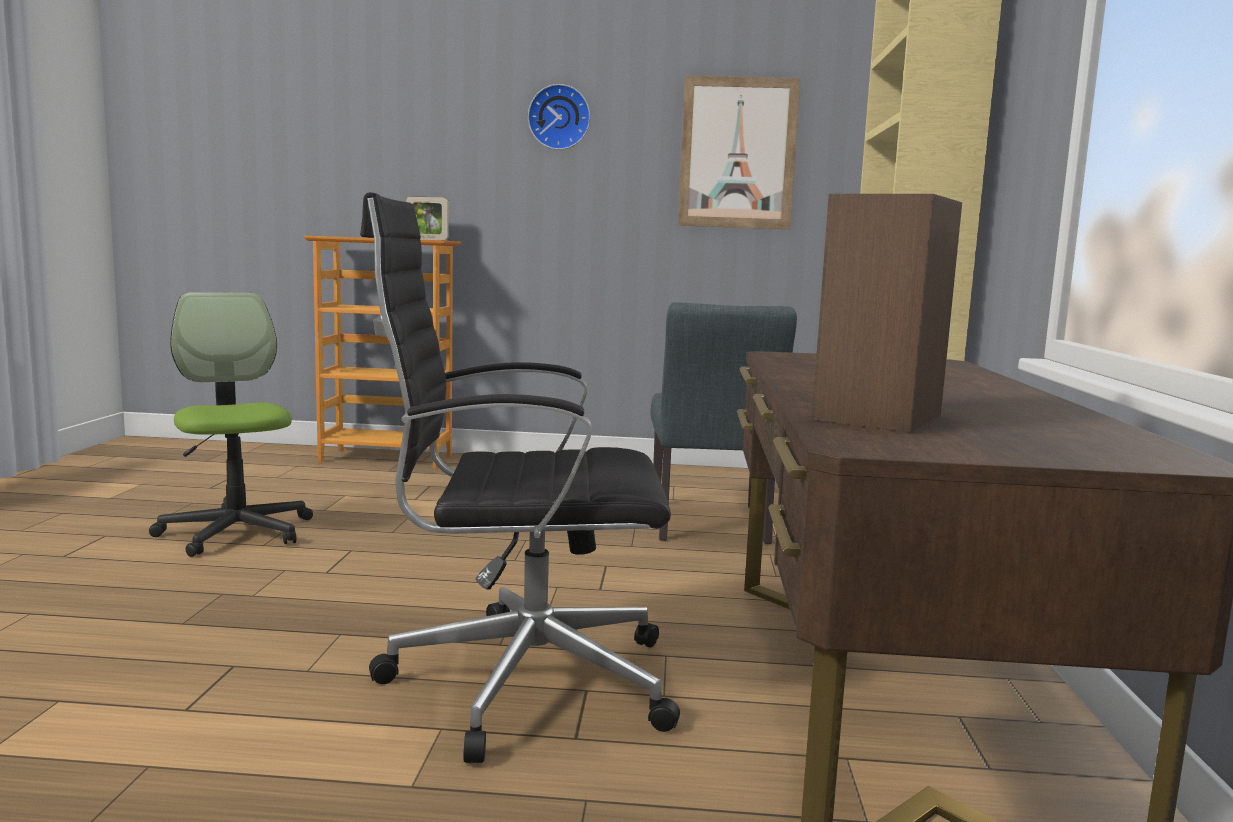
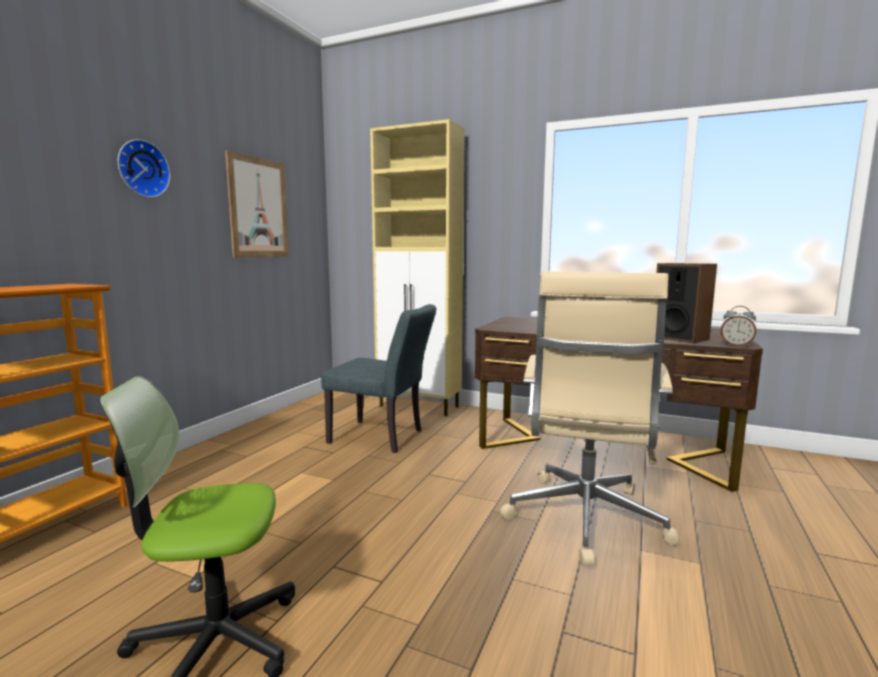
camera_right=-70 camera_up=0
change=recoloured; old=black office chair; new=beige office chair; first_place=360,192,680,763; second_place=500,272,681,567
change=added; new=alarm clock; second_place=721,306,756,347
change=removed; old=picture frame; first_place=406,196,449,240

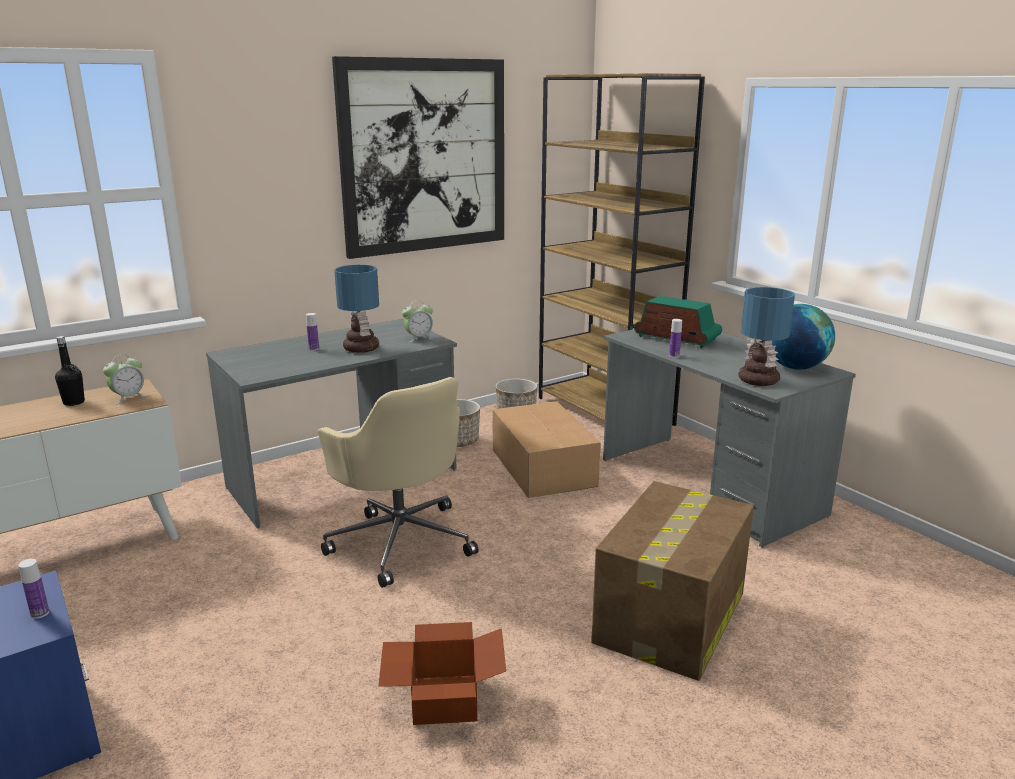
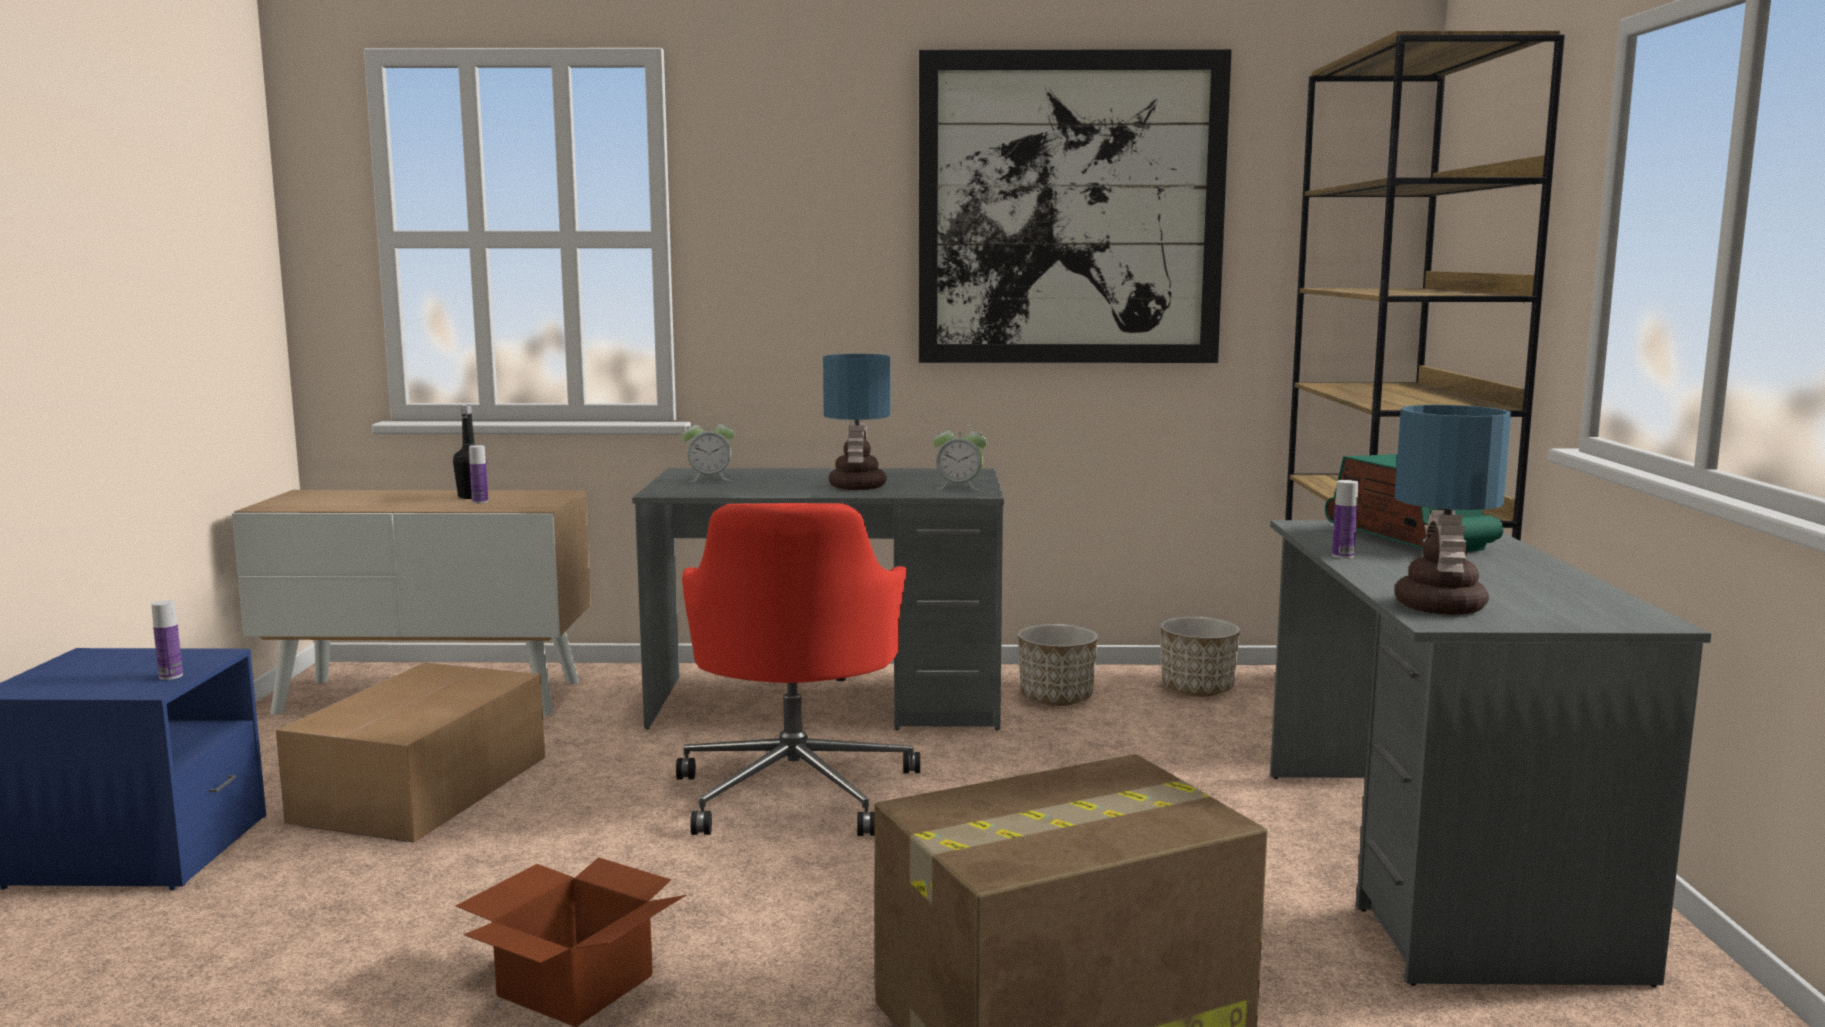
camera_right=35 camera_up=-10
change=moved; old=cardboard box; first_place=493,401,601,498; second_place=276,663,545,843
change=moved; old=bottle; first_place=306,313,319,351; second_place=469,445,488,503
change=recoloured; old=beige office chair; new=red office chair; first_place=318,377,478,588; second_place=676,503,920,836
change=moved; old=alarm clock; first_place=103,354,147,404; second_place=682,416,734,482
change=removed; old=globe; first_place=766,304,835,370

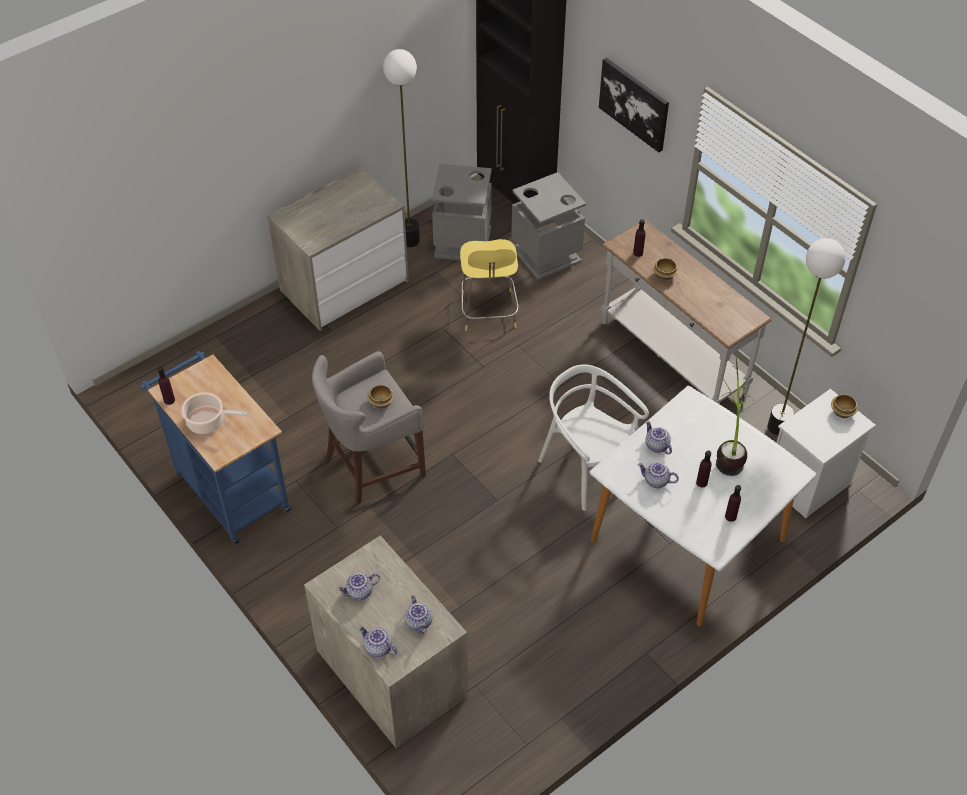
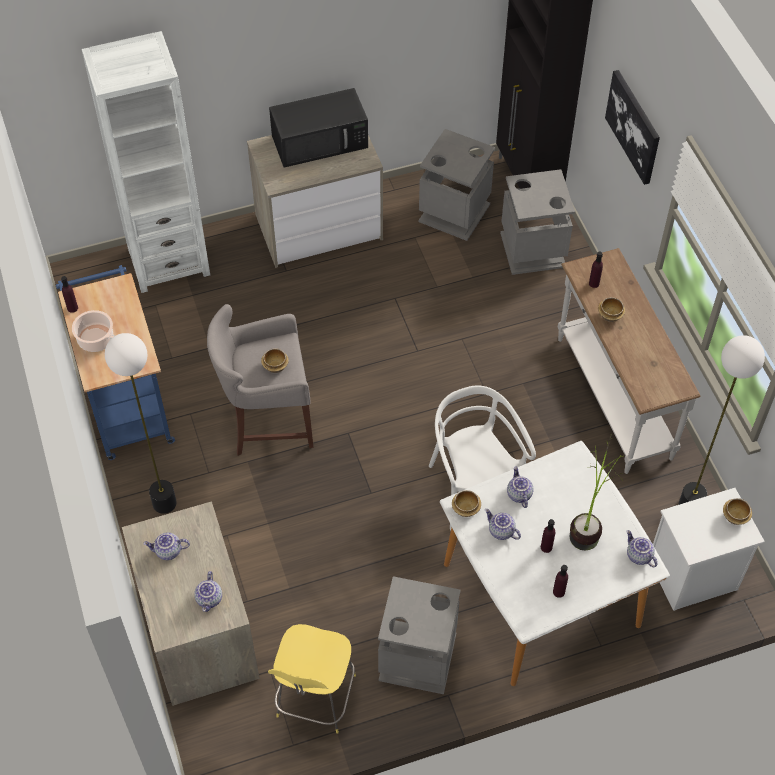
camera_right=20 camera_up=5
change=added; new=white bookcase; second_place=81,31,210,293
change=moved; old=floor lamp; first_place=383,49,420,247; second_place=105,333,177,514
change=moved; old=yellow stool; first_place=460,239,519,331; second_place=268,624,356,734
change=added; new=black microwave; second_place=269,88,368,168
change=added; new=grey trash can; second_place=378,576,460,694
change=added; new=bowl; second_place=452,490,481,517
change=moved; old=teapot; first_place=358,625,397,657; second_place=626,530,657,567

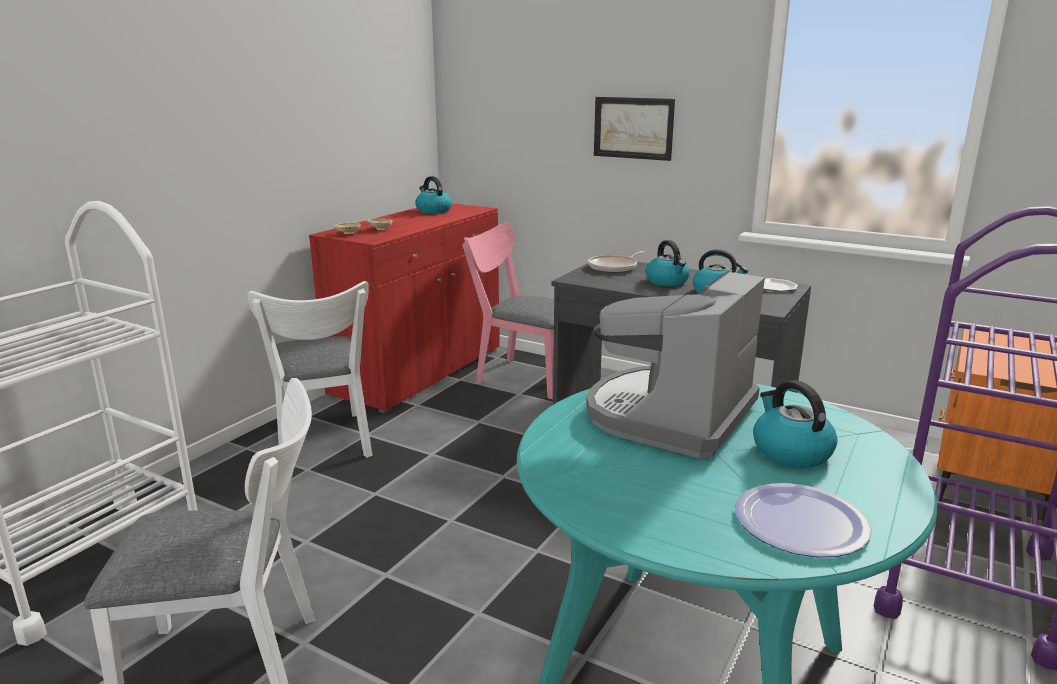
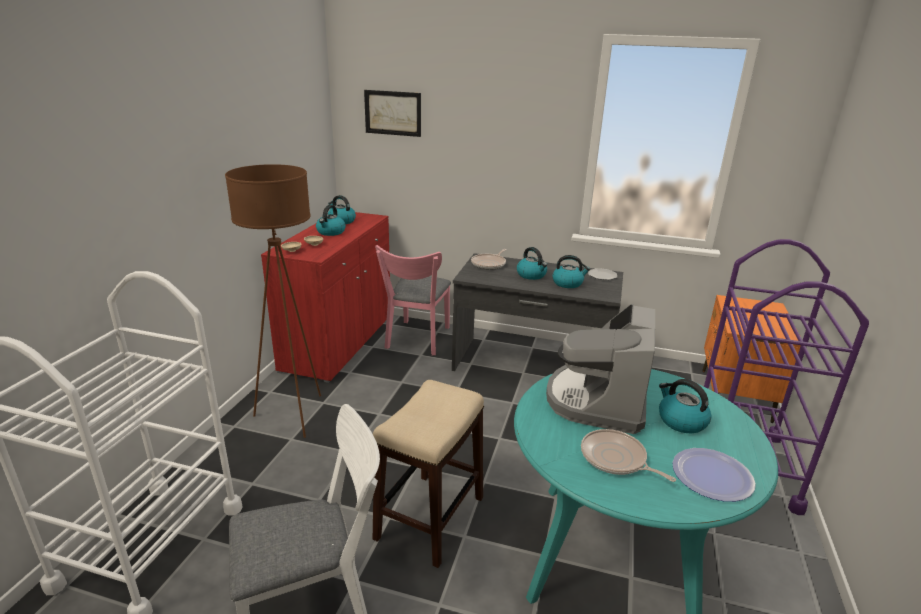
camera_right=-15 camera_up=5
change=replaced; old=white chair; new=brown floor lamp; first_place=247,281,373,458; second_place=225,164,321,438
change=added; new=kettle; second_place=316,205,346,236
change=moved; old=picture; first_place=594,97,675,161; second_place=364,90,421,137
change=added; new=stool; second_place=373,380,484,568
change=turned; old=pink chair; first_place=462,222,554,399; second_place=375,245,451,355; degrees=-90
change=added; new=frying pan; second_place=581,429,676,482

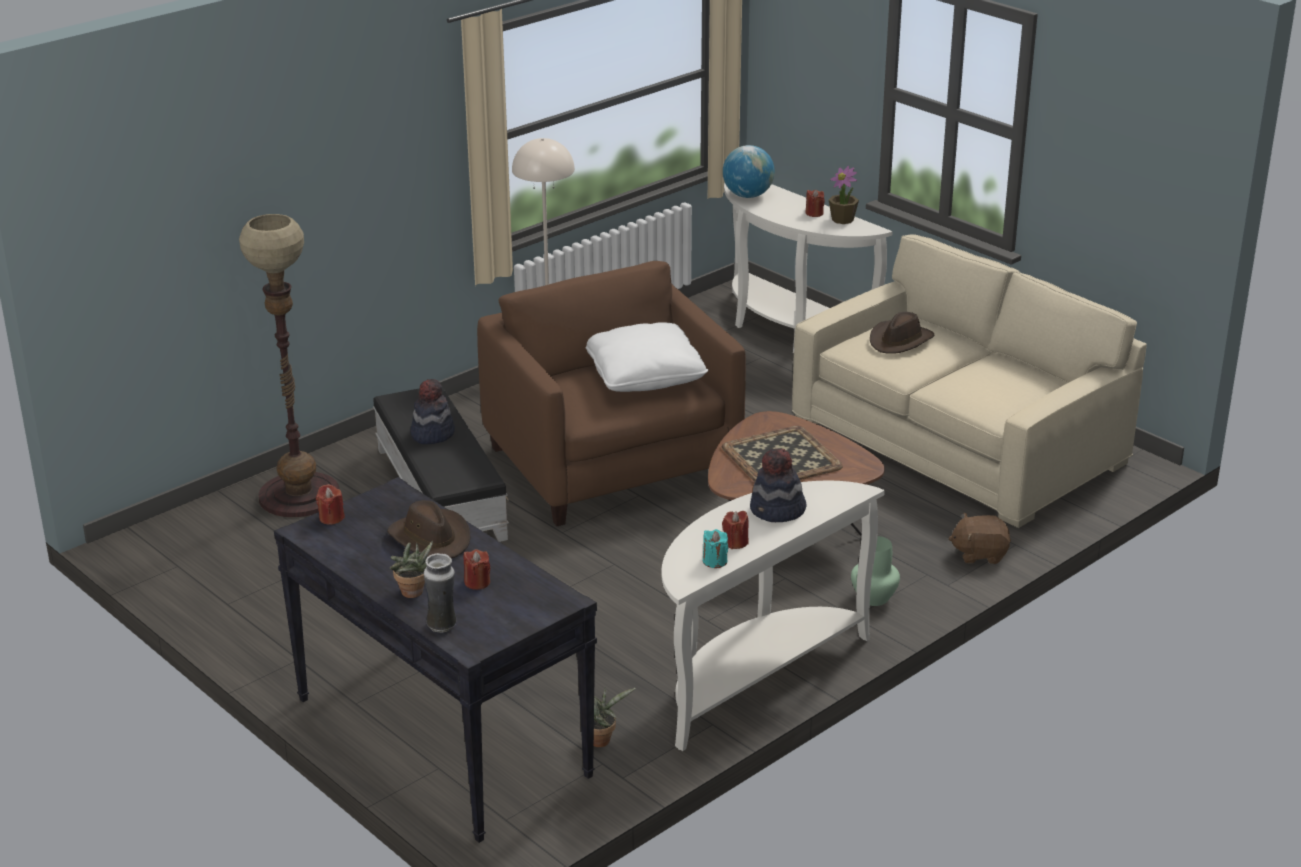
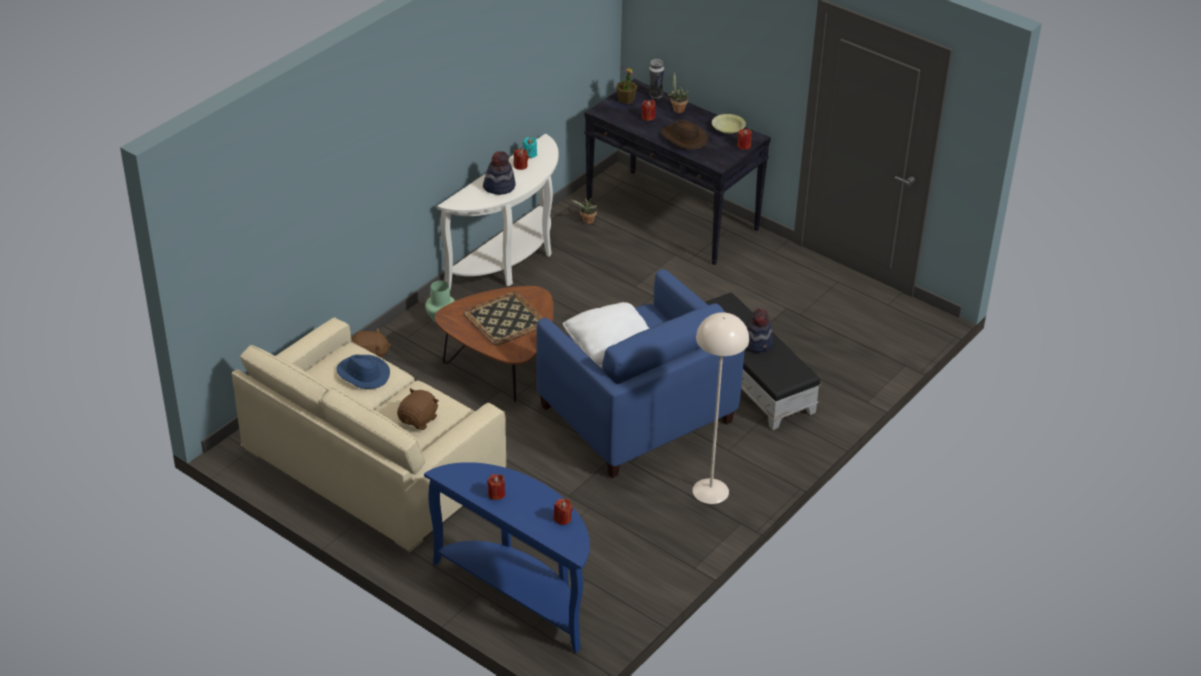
camera_right=170 camera_up=10
change=added; new=blue hat; second_place=336,355,390,389
change=replaced; old=brown hat; new=brown plush toy; first_place=870,312,935,354; second_place=397,388,439,430
change=recoloured; old=white console table; new=blue console table; first_place=724,182,893,353; second_place=424,462,590,653
change=recoloured; old=brown armchair; new=blue armchair; first_place=477,261,746,526; second_place=536,269,744,478
change=replaced; old=globe; new=red candle; first_place=723,145,775,198; second_place=554,499,573,525
change=moved; old=potted plant; first_place=829,166,859,224; second_place=616,68,638,104
change=added; new=yellow bowl; second_place=712,114,746,134
change=removed; old=floor lamp; first_place=239,214,340,517

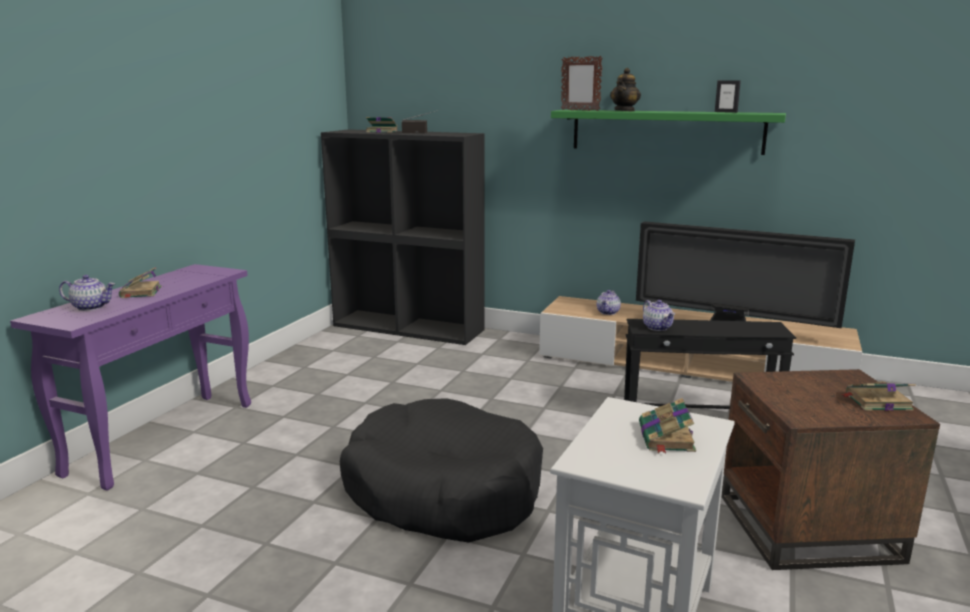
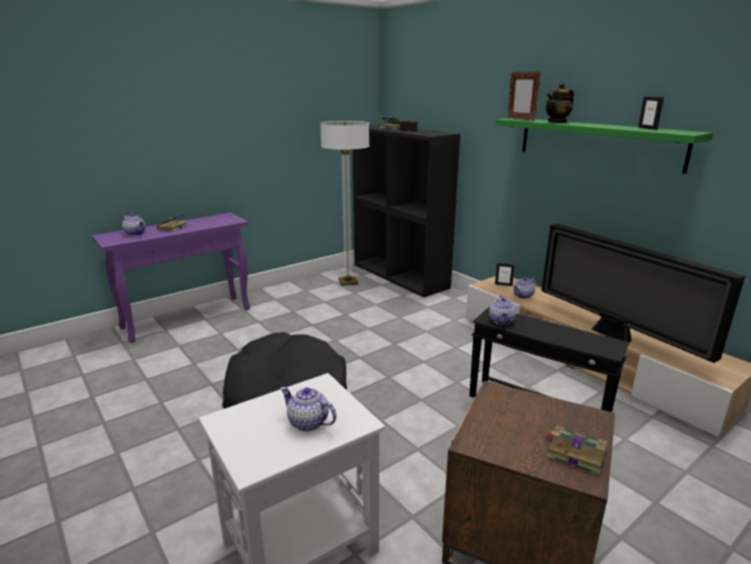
camera_right=30 camera_up=5
change=replaced; old=book; new=teapot; first_place=639,398,696,453; second_place=280,387,337,431
change=added; new=floor lamp; second_place=320,121,369,286
change=added; new=picture frame; second_place=495,263,515,286

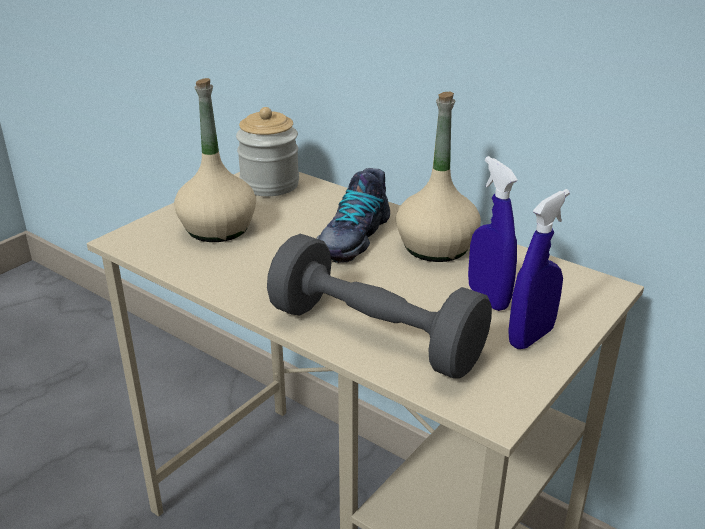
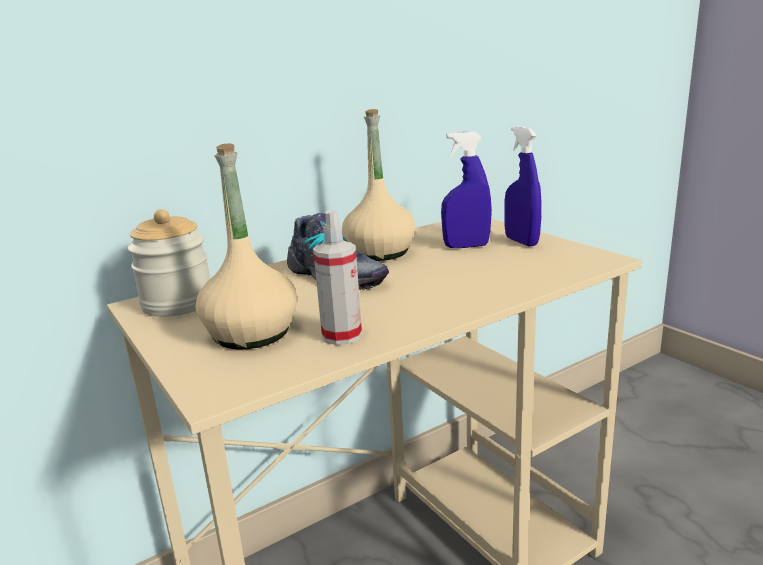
camera_right=-70 camera_up=-10
change=added; new=spray bottle; second_place=313,210,362,345
change=removed; old=grey dumbbell; first_place=267,234,492,379

